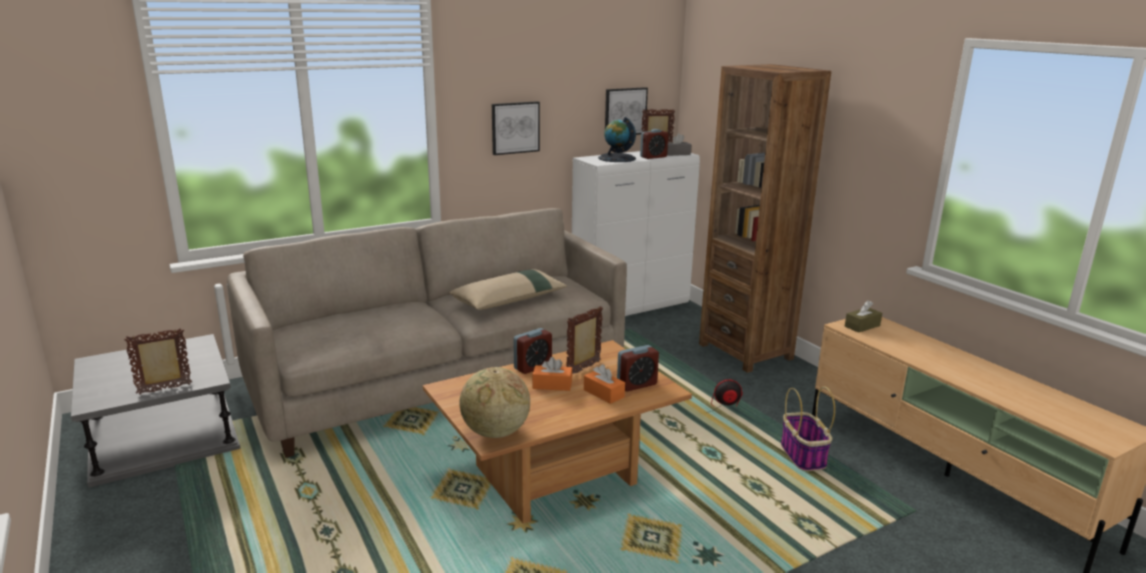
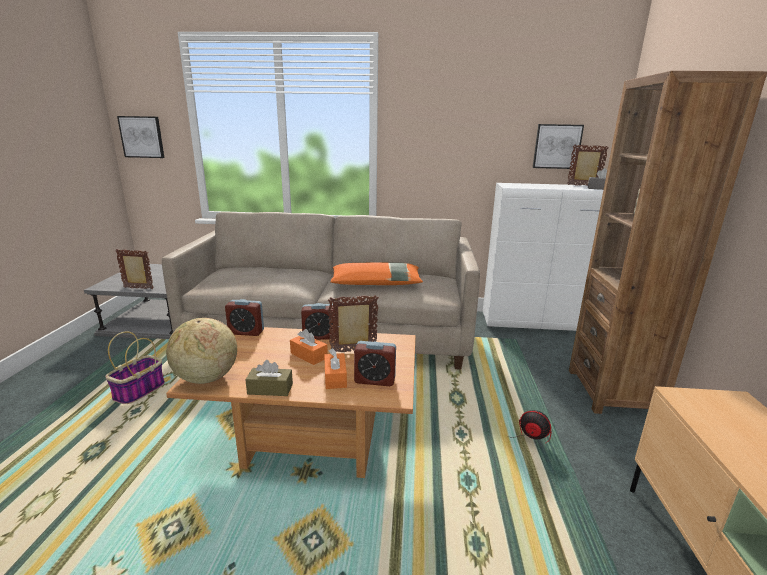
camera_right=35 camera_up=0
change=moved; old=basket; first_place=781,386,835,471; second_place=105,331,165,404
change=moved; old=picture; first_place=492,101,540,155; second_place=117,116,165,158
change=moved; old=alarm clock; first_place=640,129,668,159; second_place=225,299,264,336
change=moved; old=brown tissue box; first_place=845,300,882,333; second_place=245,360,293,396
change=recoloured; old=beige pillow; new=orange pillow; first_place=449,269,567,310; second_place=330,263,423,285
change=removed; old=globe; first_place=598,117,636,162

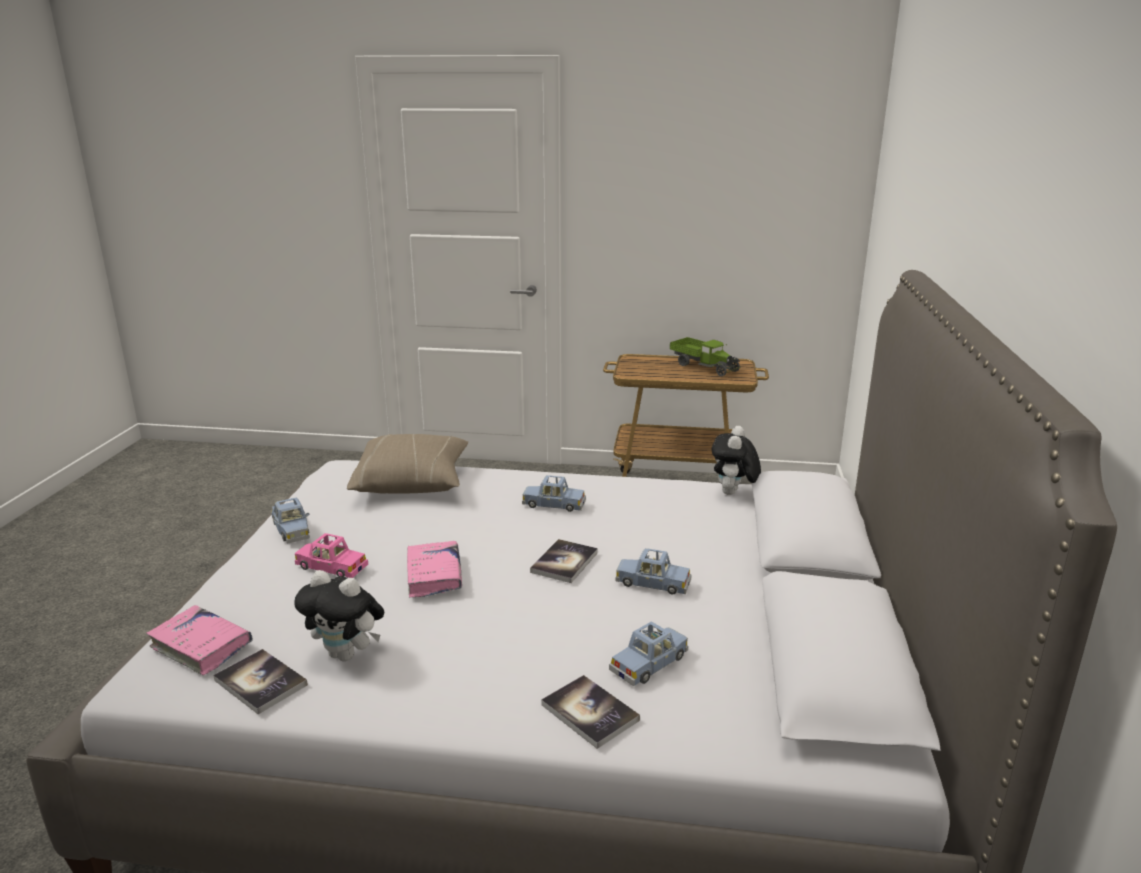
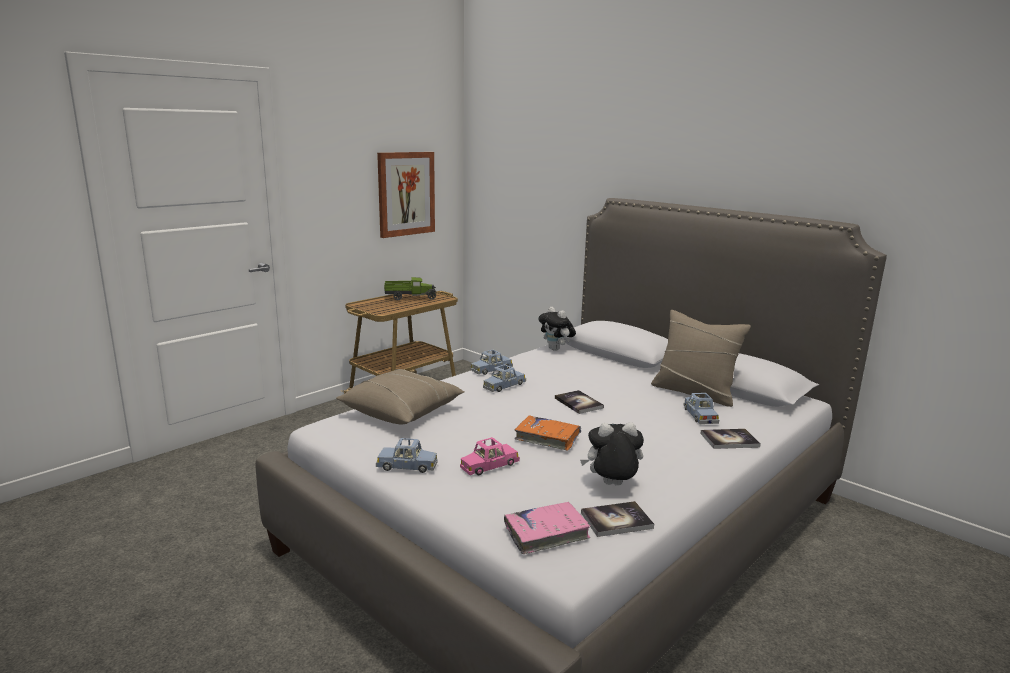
camera_right=-55 camera_up=-5
change=added; new=picture; second_place=377,152,435,238
change=moved; old=blue toy car; first_place=615,548,692,594; second_place=471,350,513,375
change=recoloured; old=pink book; new=orange book; first_place=407,541,462,597; second_place=514,415,581,450
change=turned; old=plush toy; first_place=294,570,384,661; second_place=580,422,644,486; degrees=-150
change=added; new=beige pillow; second_place=651,310,751,407

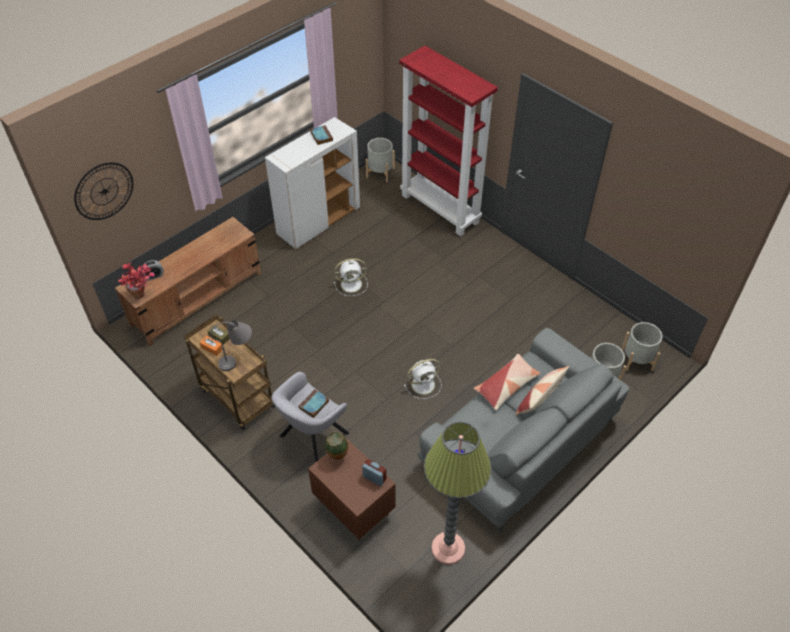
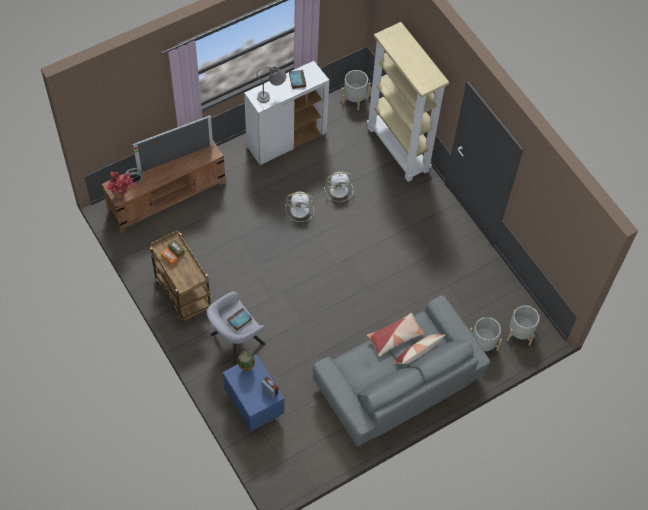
camera_right=10 camera_up=10
change=added; new=television; second_place=133,115,213,172
change=recoloured; old=brown nightstand; new=blue nightstand; first_place=308,438,396,541; second_place=223,354,284,431
change=moved; old=grey table lamp; first_place=210,320,252,371; second_place=257,67,286,103
change=moved; old=white fan; first_place=404,359,441,399; second_place=324,171,354,202
change=recoloured; old=red bookcase; new=beige bookcase; first_place=399,46,498,236; second_place=367,22,449,182
change=removed; old=wall clock; first_place=74,162,133,220
change=removed; old=floor lamp; first_place=424,421,491,565

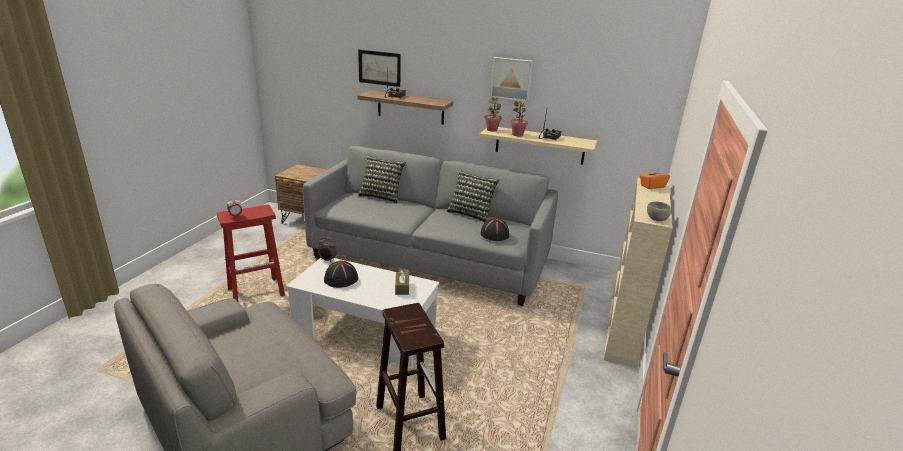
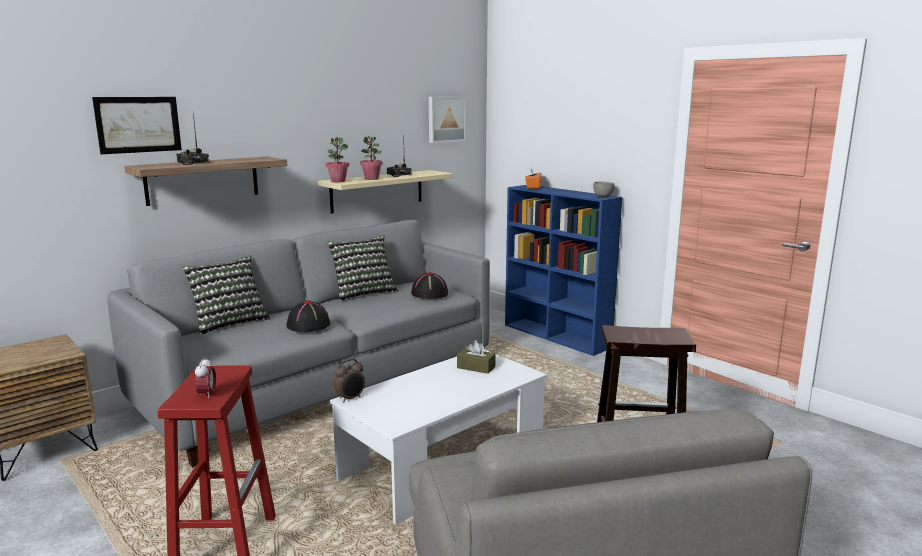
camera_right=-60 camera_up=-10
change=moved; old=black hat; first_place=324,260,358,288; second_place=286,300,330,332
change=moved; old=picture; first_place=490,57,533,102; second_place=429,97,466,143
change=recoloured; old=beige bookcase; new=blue bookcase; first_place=604,178,673,368; second_place=505,185,622,356

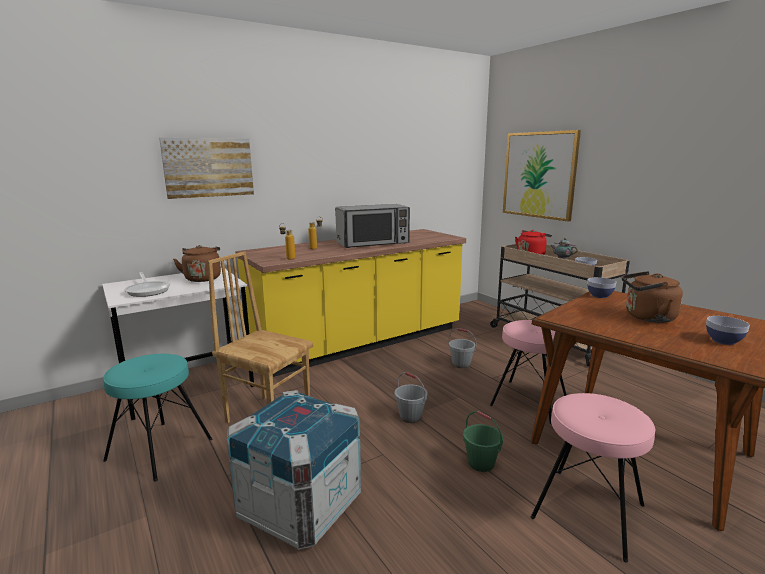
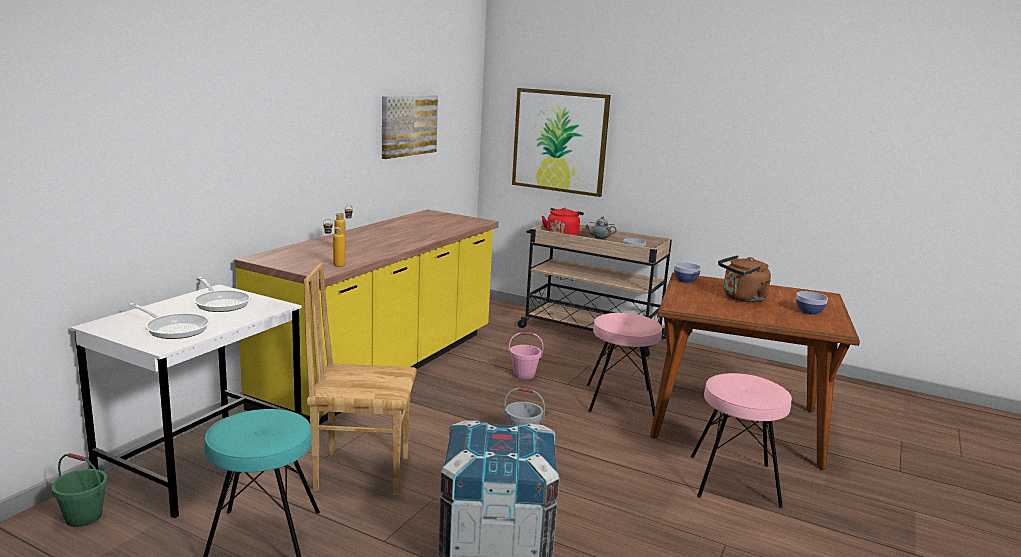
camera_right=-30 camera_up=0
change=moved; old=green bucket; first_place=463,411,503,472; second_place=51,453,108,527
change=replaced; old=brown kettle; new=frying pan; first_place=173,245,221,282; second_place=193,277,251,312
change=moved; old=picture; first_place=159,138,254,199; second_place=382,95,438,159
change=recoloured; old=grey bucket; new=pink bucket; first_place=449,328,476,369; second_place=508,332,544,380
change=removed; old=microwave; first_place=335,204,410,248

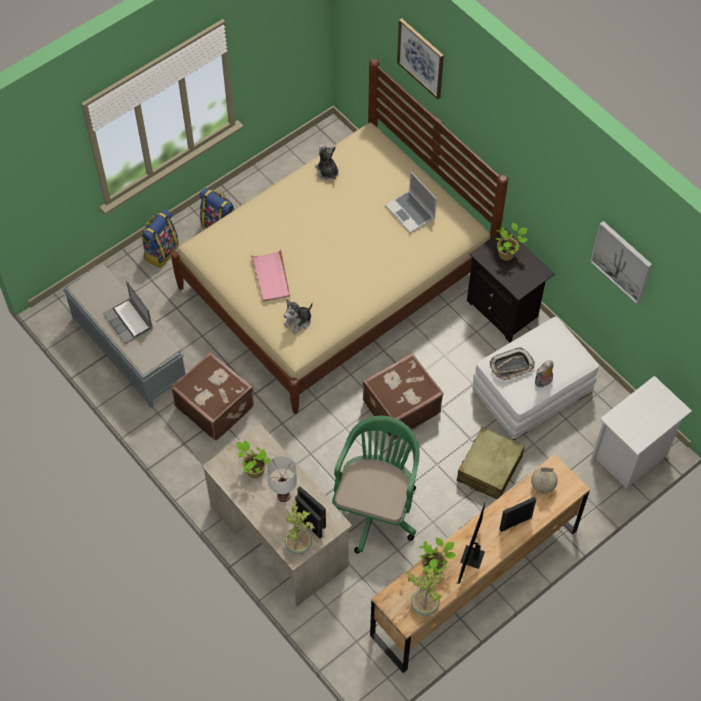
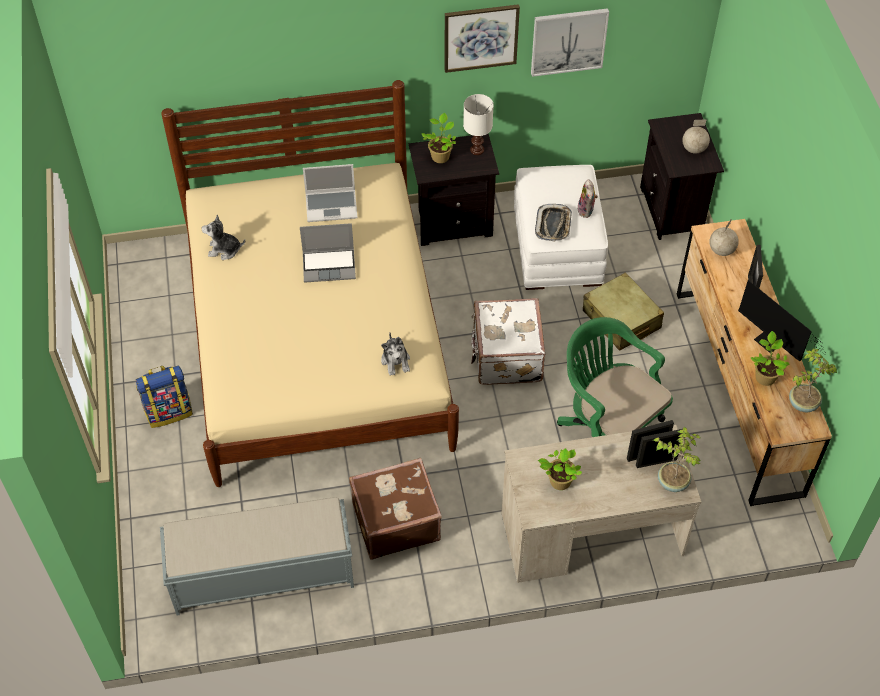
camera_right=-60 camera_up=-5
change=moved; old=laptop; first_place=103,281,153,344; second_place=300,223,356,283
change=moved; old=picture; first_place=397,18,444,99; second_place=444,4,520,73
change=moved; old=white table lamp; first_place=267,456,297,502; second_place=463,94,494,155
change=recoloured; old=brown suitcase; new=white suitcase; first_place=363,353,444,440; second_place=471,298,545,385
change=recoloured; old=white nightstand; new=black nightstand; first_place=591,376,692,489; second_place=640,113,724,240
change=added; new=globe; second_place=682,119,710,154
change=removed; old=backpack; first_place=141,209,179,268
change=removed; old=pink tray; first_place=251,249,290,302

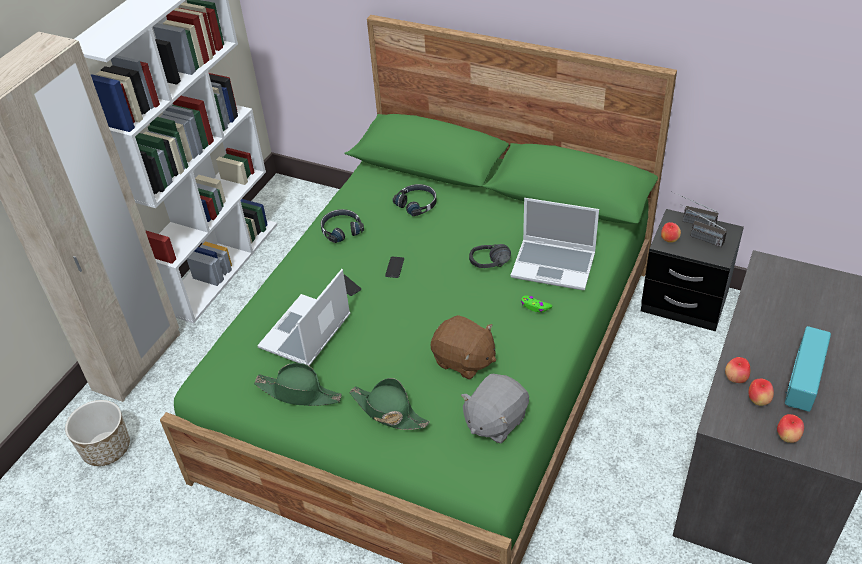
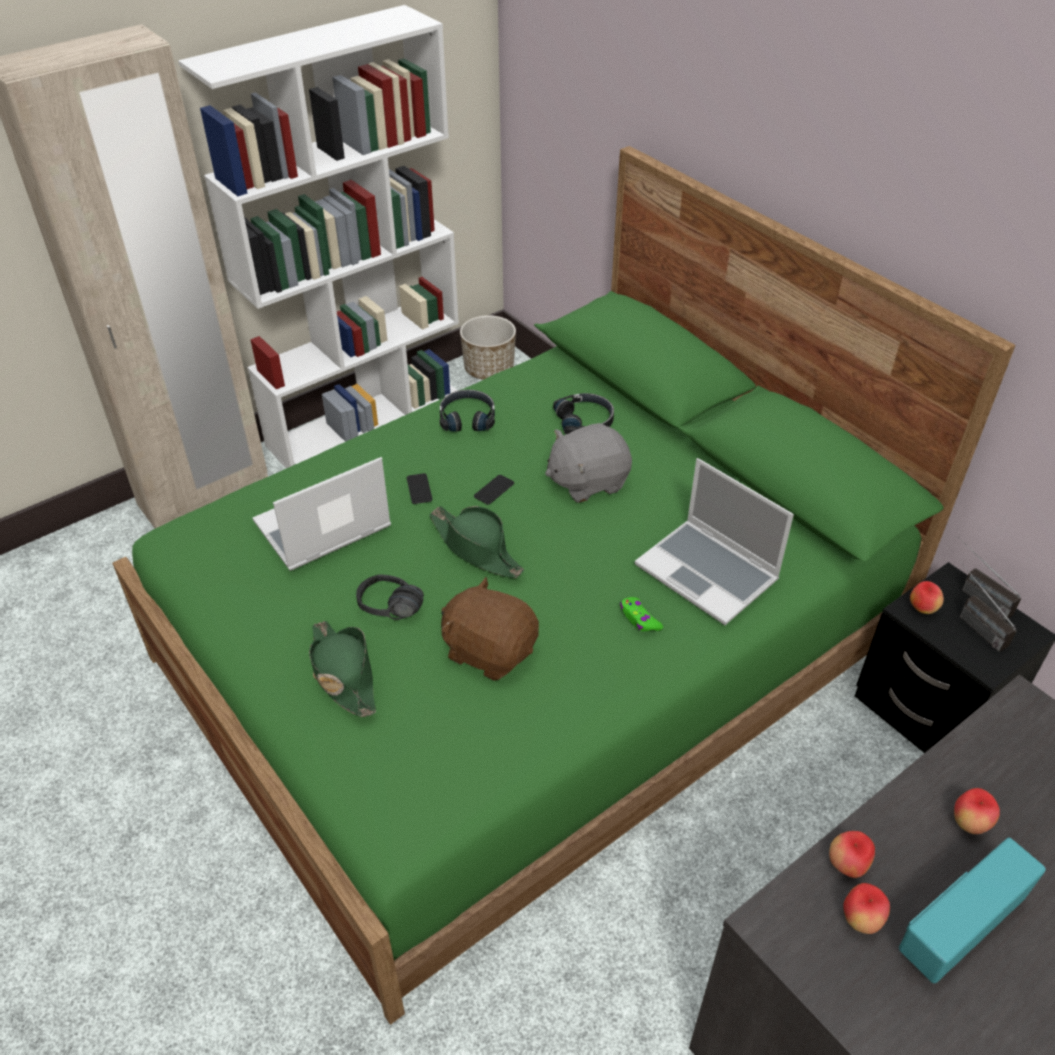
camera_right=25 camera_up=0
change=moved; old=black headphones; first_place=469,244,511,268; second_place=356,575,424,620
change=moved; old=green hat; first_place=254,363,342,406; second_place=429,506,524,578
change=turned; old=brown plush toy; first_place=431,315,496,380; second_place=441,577,539,681; degrees=150
change=moved; old=planter; first_place=65,400,130,466; second_place=460,315,516,380
change=moved; old=grey plush toy; first_place=461,374,529,444; second_place=545,423,632,503
change=moved; old=apple; first_place=777,414,804,443; second_place=954,788,1000,834

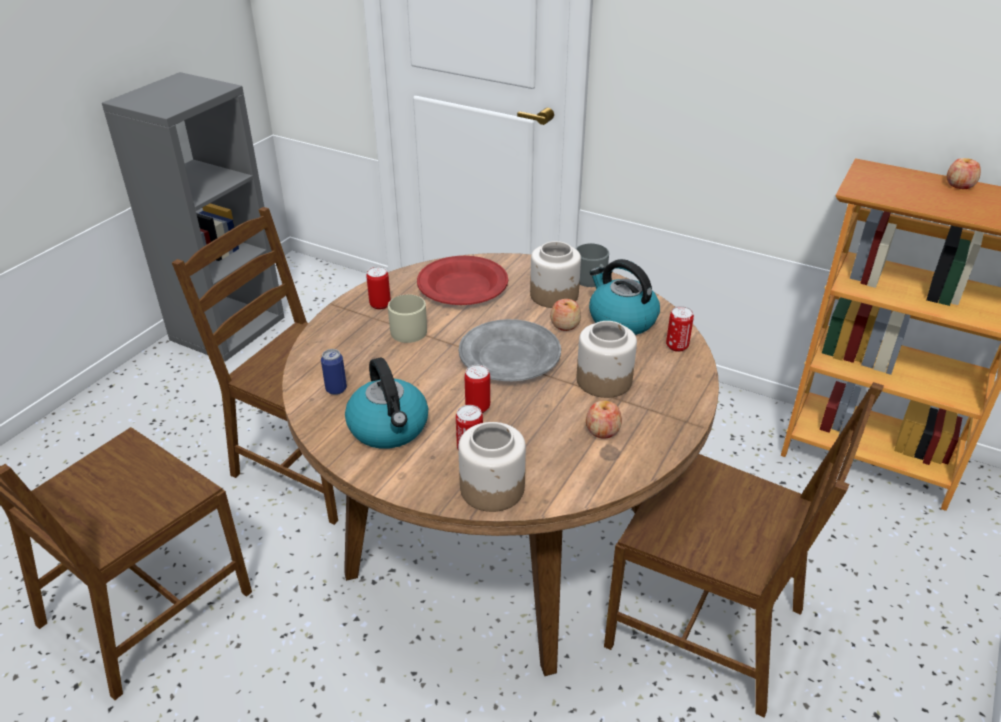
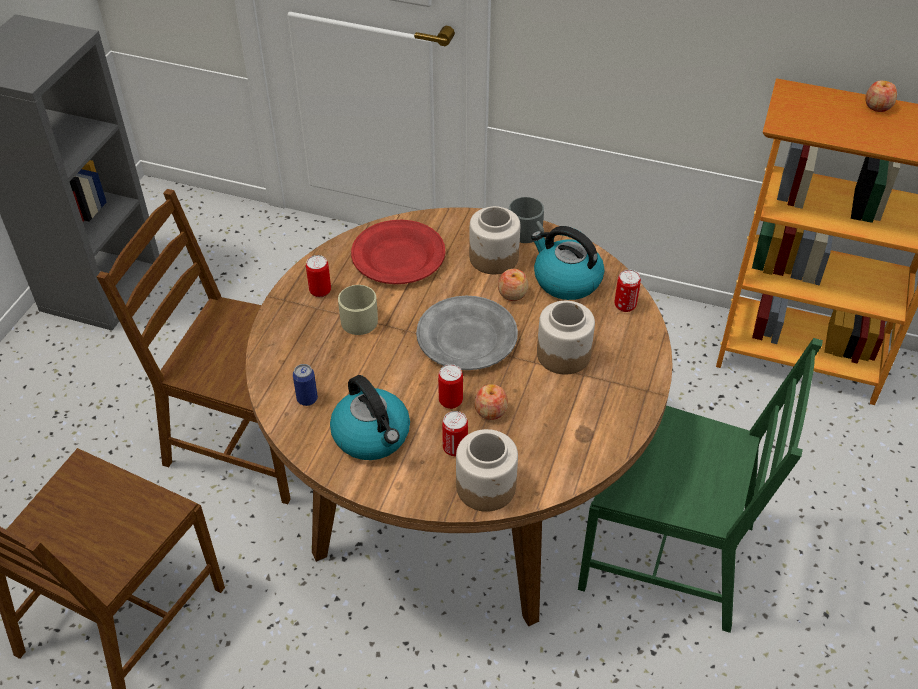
camera_right=-10 camera_up=10
change=moved; old=apple; first_place=586,401,622,439; second_place=474,384,508,420
change=recoloured; old=brown chair; new=green chair; first_place=604,382,884,718; second_place=578,338,823,633

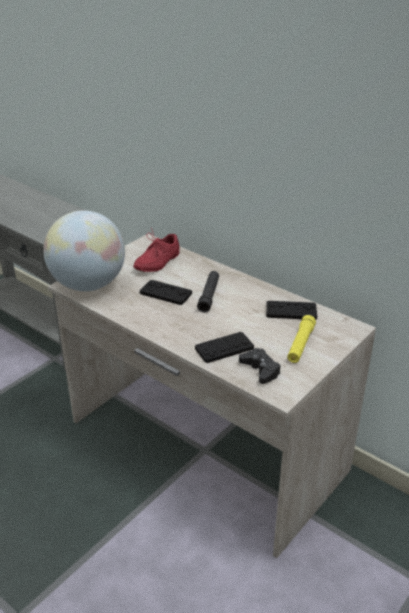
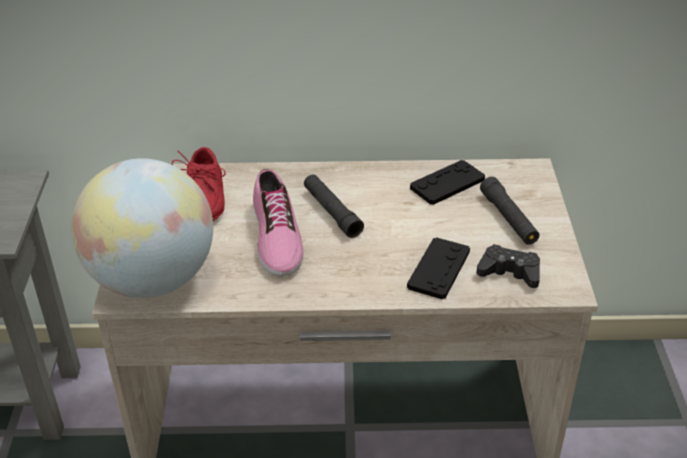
camera_right=-40 camera_up=5
change=replaced; old=black game controller; new=shoe; first_place=140,280,192,305; second_place=253,169,304,277
change=recoloured; old=yellow flashlight; new=black flashlight; first_place=287,315,316,363; second_place=480,177,539,245

